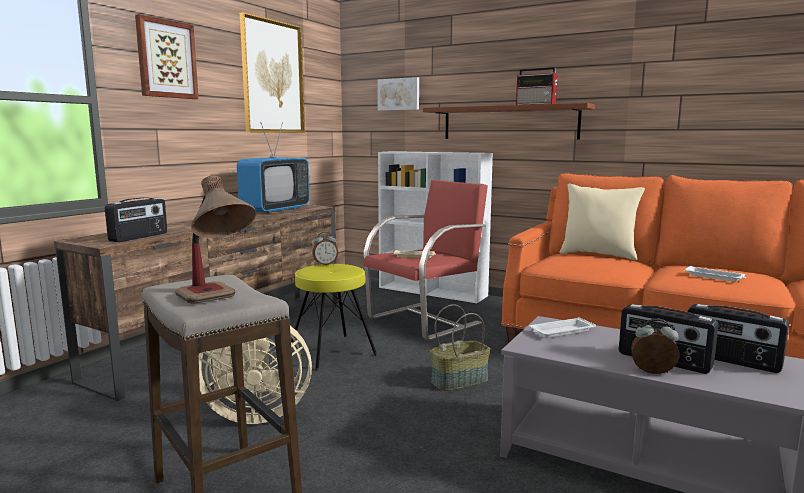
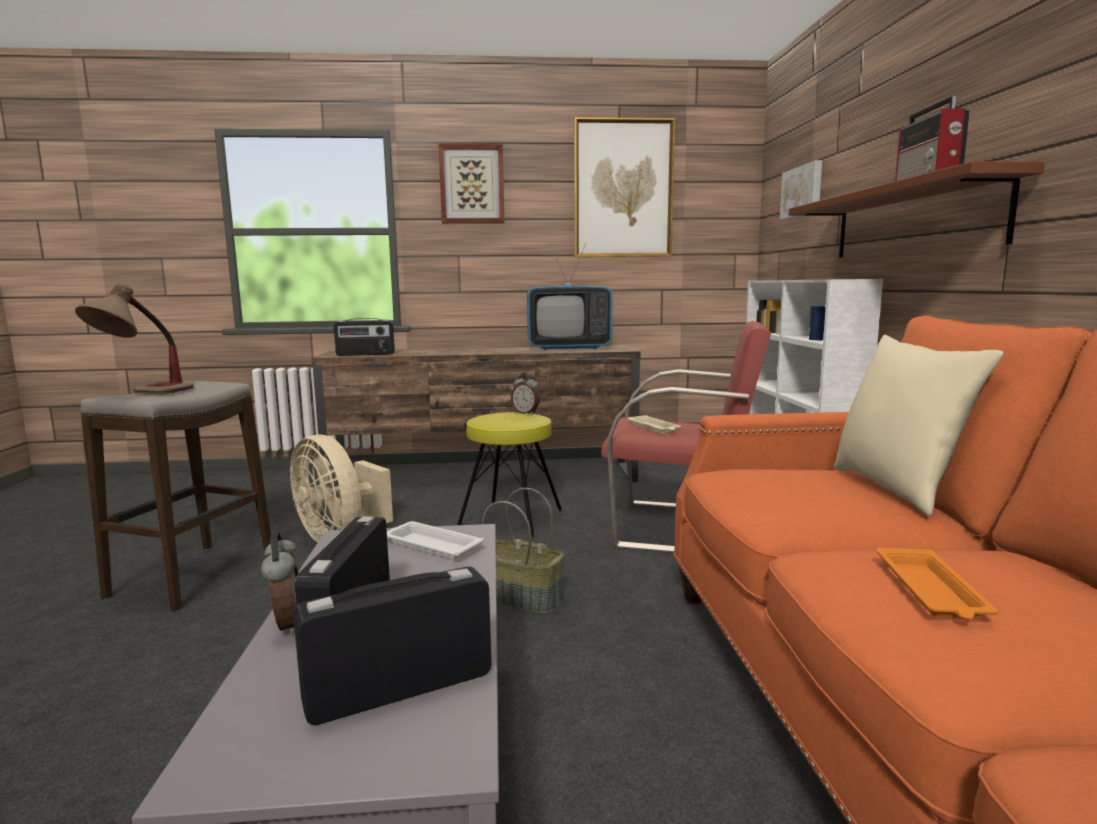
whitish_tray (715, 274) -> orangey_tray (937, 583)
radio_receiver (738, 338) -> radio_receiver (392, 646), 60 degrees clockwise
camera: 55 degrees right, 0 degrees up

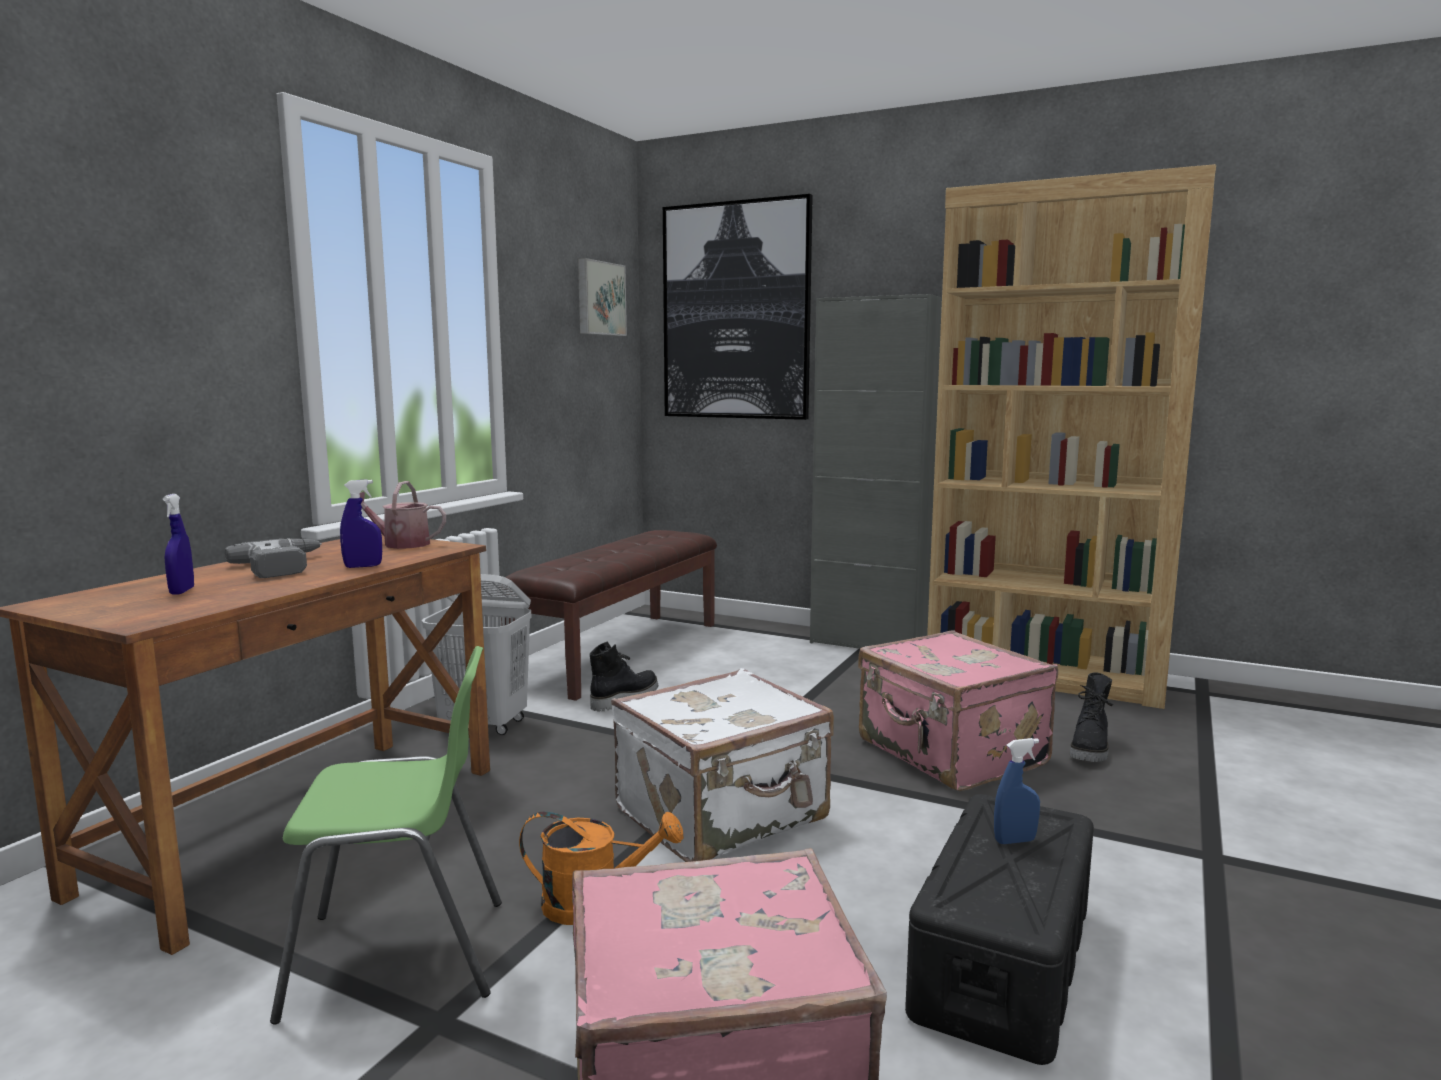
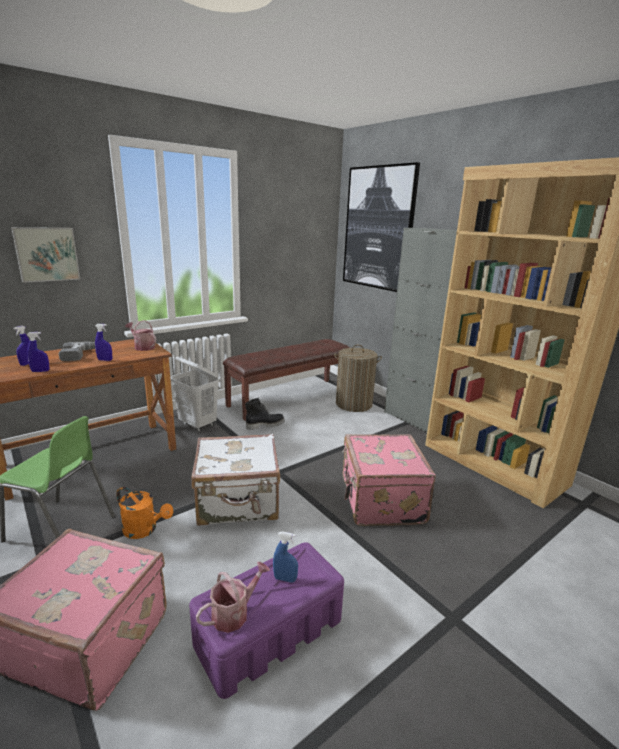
wall_picture (602, 297) -> wall_picture (45, 255), move
blackish_storage_box (999, 929) -> purplish_storage_box (266, 620)
blackish_high-top_boot (1091, 717) -> none
none -> bluish_sprayer (37, 352)
none -> watering_pot (233, 597)
none -> hamper (358, 378)
camera: 25 degrees right, 10 degrees up

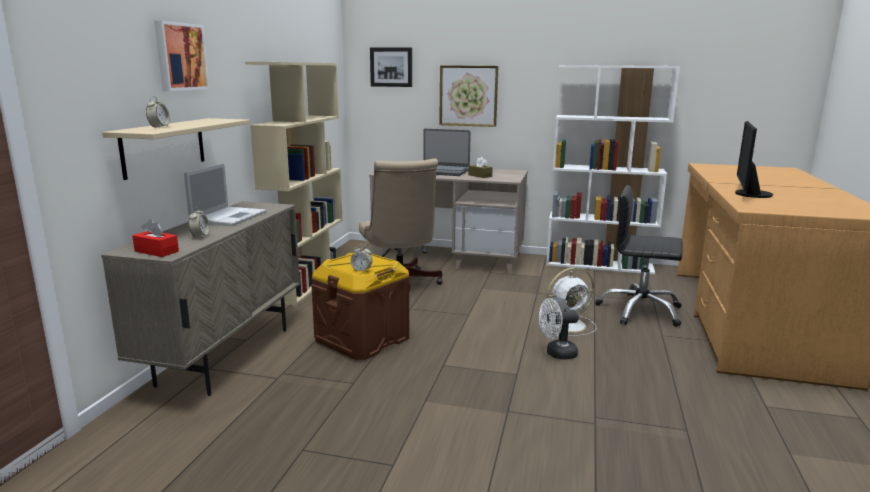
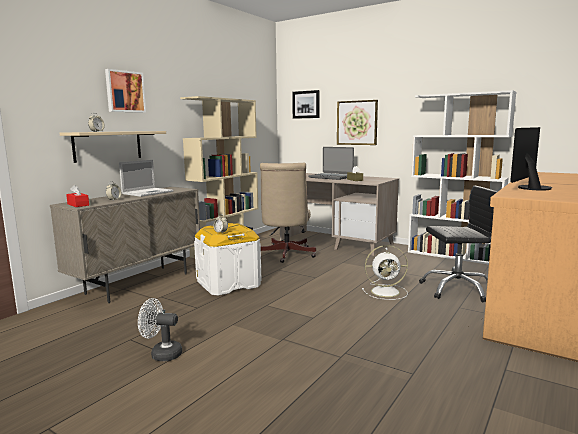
brown_storage_box (360, 306) -> whitish_storage_box (228, 259)
whitish_fan (559, 329) -> whitish_fan (160, 329), move
blackish_office_chair (639, 256) -> blackish_office_chair (458, 244), 135 degrees clockwise
camera: 20 degrees right, 5 degrees down

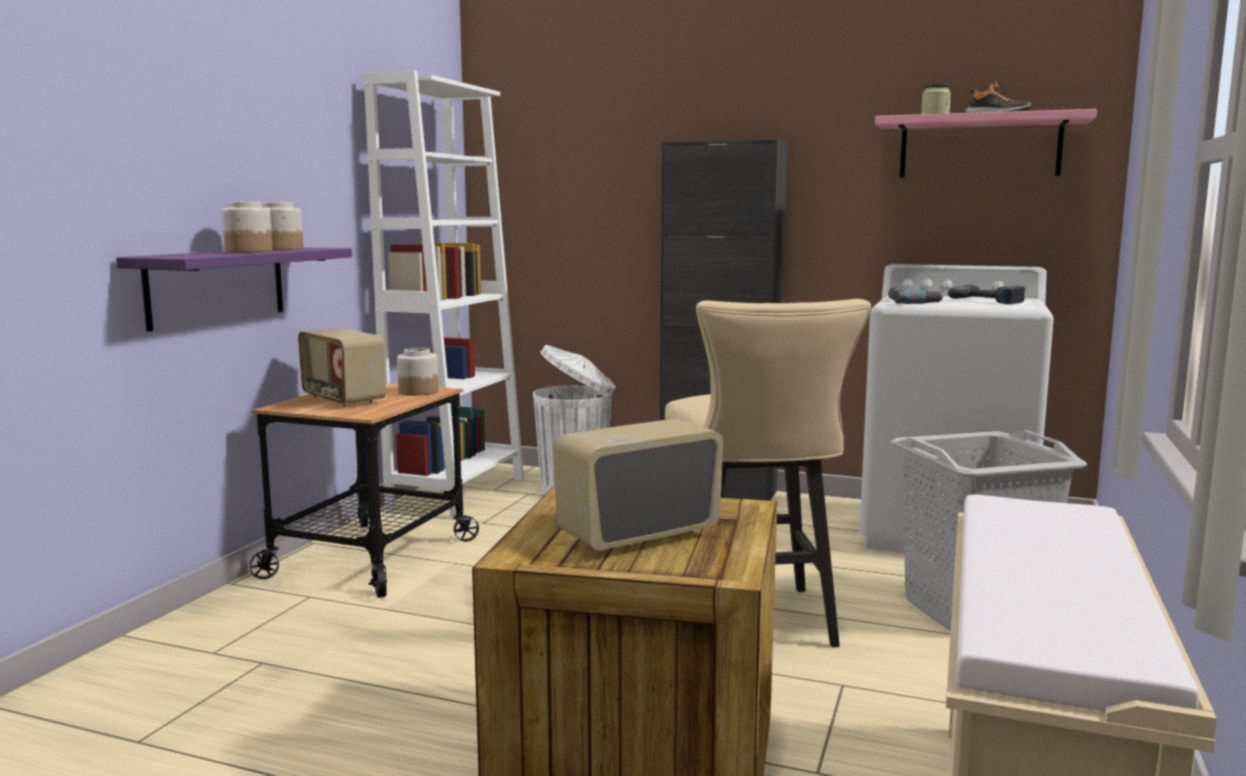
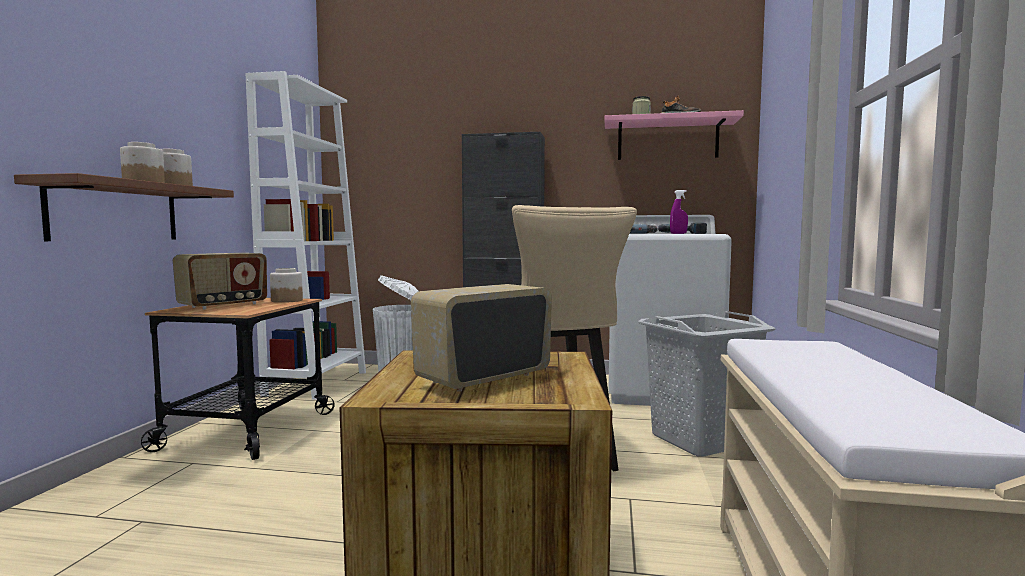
purplish_shelf (234, 289) -> brown_shelf (124, 207)
radio_receiver (342, 367) -> radio_receiver (220, 281), 90 degrees counterclockwise
none -> purplish_sprayer (679, 212)
camera: 10 degrees left, 5 degrees down

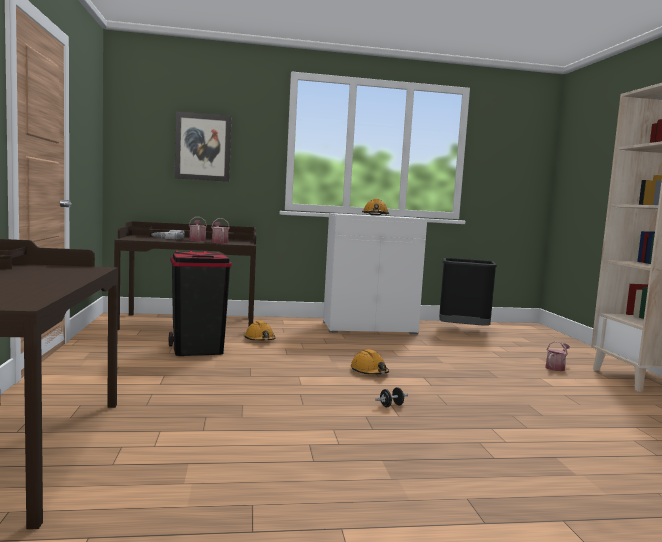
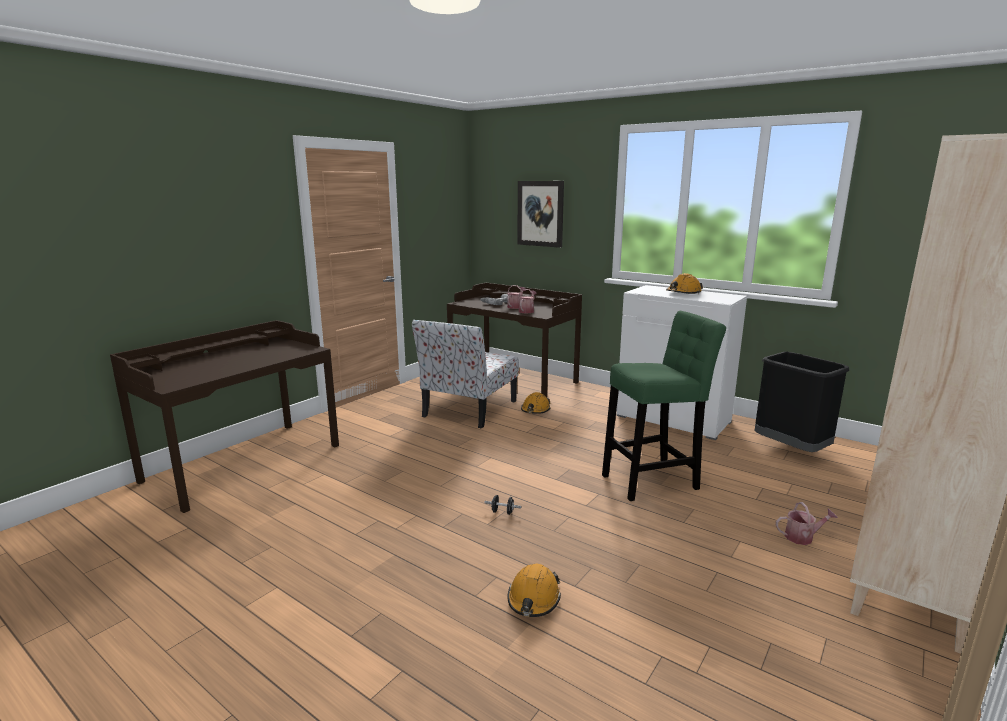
blackish_rubbish_bin (200, 303) -> plain_chair (465, 374)
orangey_work_helmet (370, 361) -> orangey_work_helmet (534, 590), move
none -> green-coloured_stool_seat (664, 406)
camera: 45 degrees right, 10 degrees up

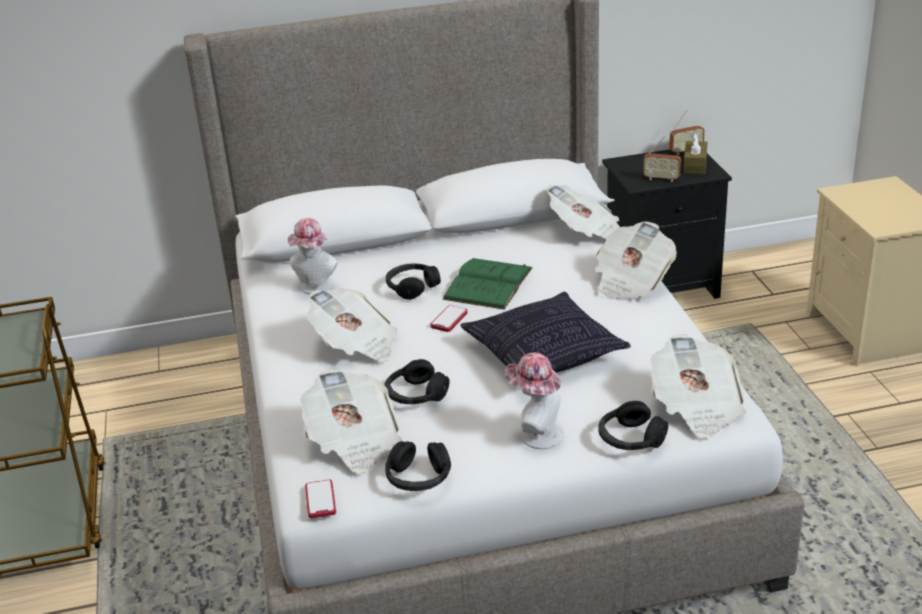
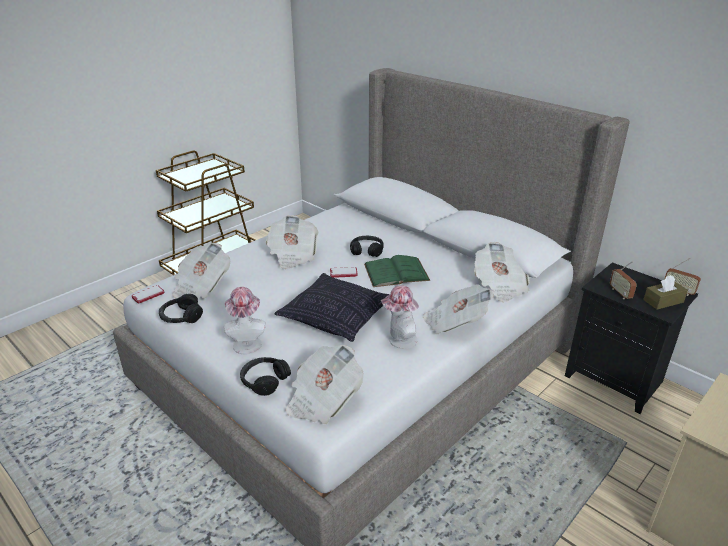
hat (313, 256) -> hat (400, 317), move
blackish_headset (417, 381) -> none
camera: 55 degrees right, 0 degrees up

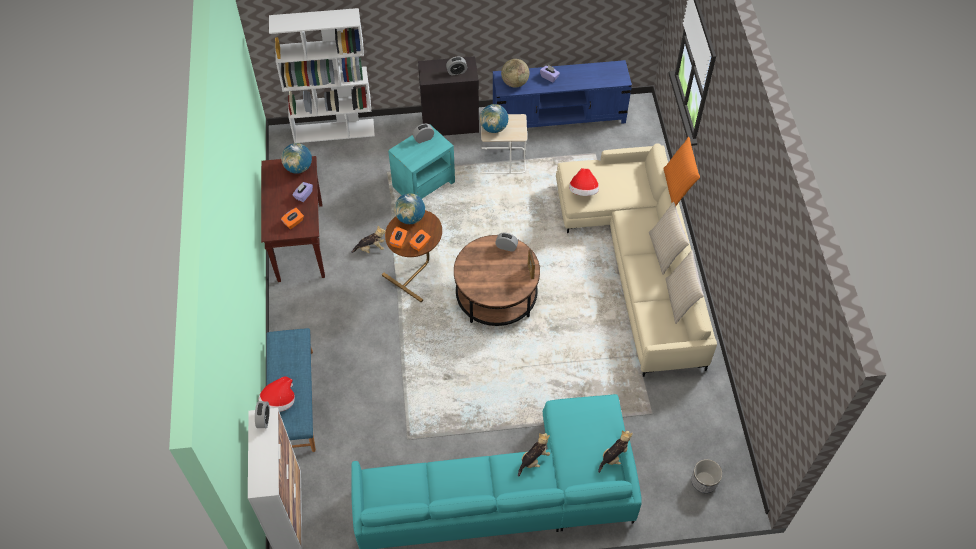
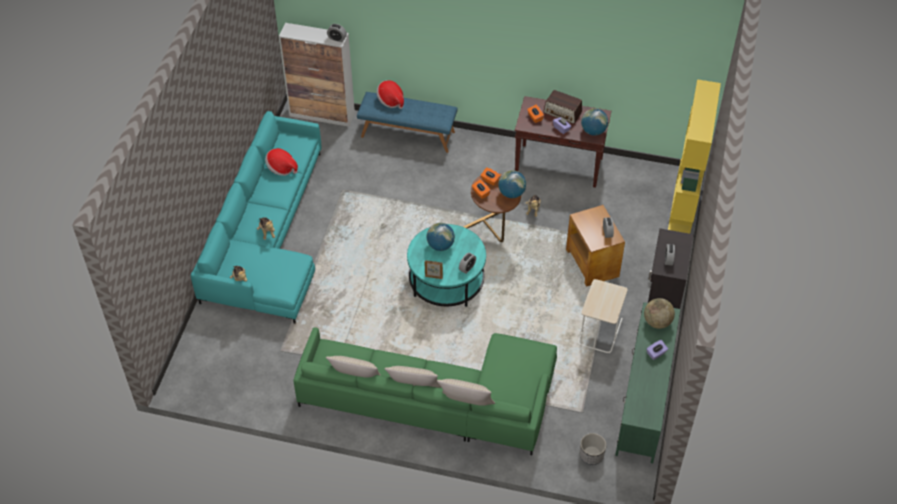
whitish_shelving_unit (322, 75) -> yellowish_shelving_unit (694, 156)
turquoise-coloured_end_table (421, 161) -> brown_end_table (595, 246)
brown_low_table (497, 280) -> turquoise-coloured_low_table (446, 265)
desk_globe (494, 118) -> desk_globe (440, 237), move
bluish_tv_stand (562, 94) -> green-coloured_tv_stand (647, 382)
beige_couch (636, 260) -> green-coloured_couch (425, 391)
hat (584, 182) -> hat (281, 162), move
orangey_throw_pillow (681, 171) -> beige_throw_pillow (466, 392)
flower_pot (706, 476) -> flower_pot (593, 449), move
none -> radio_receiver (563, 107)
camera: 110 degrees right, 5 degrees down

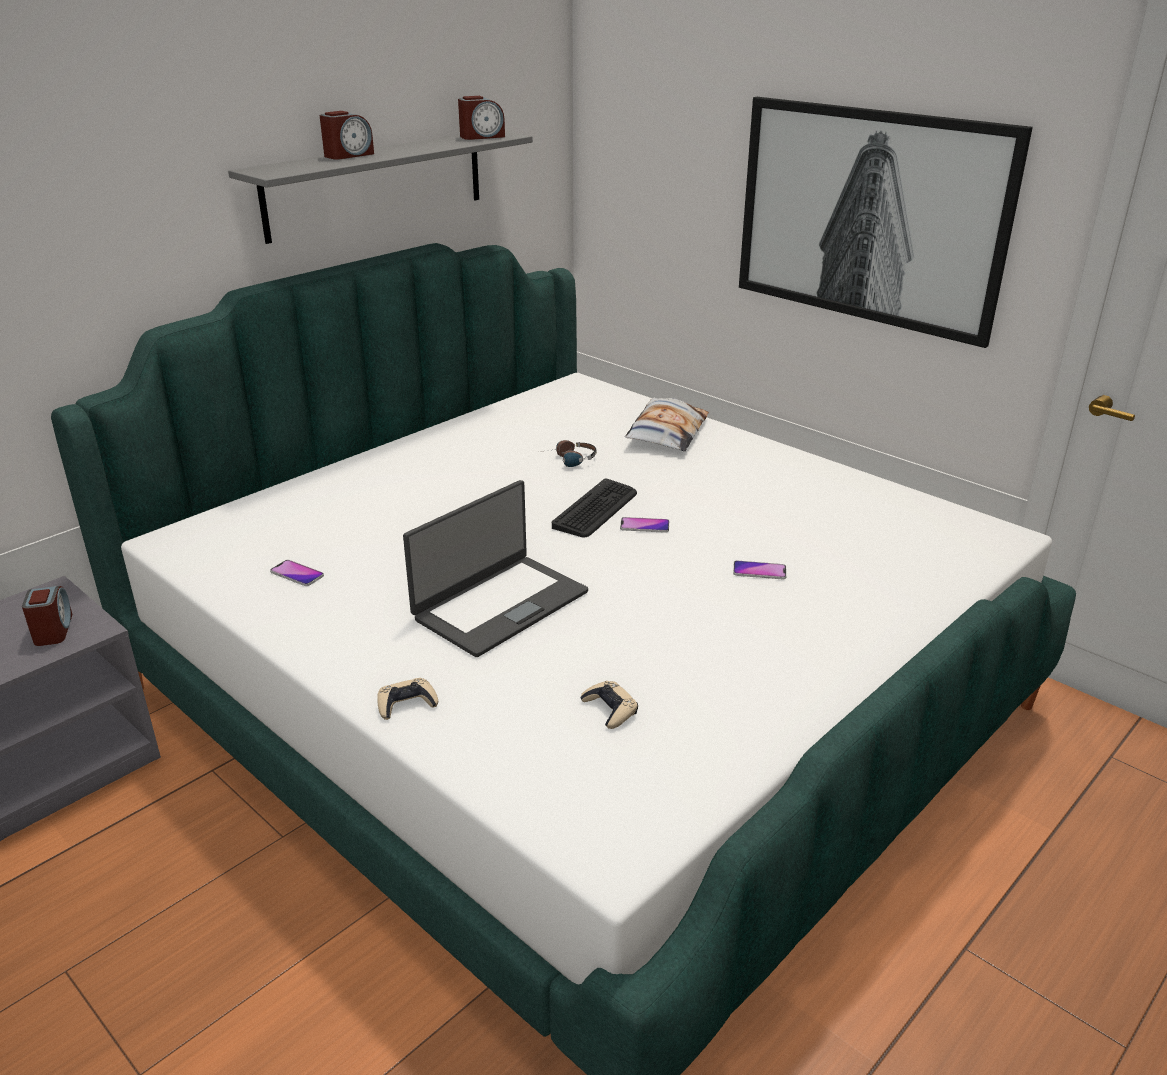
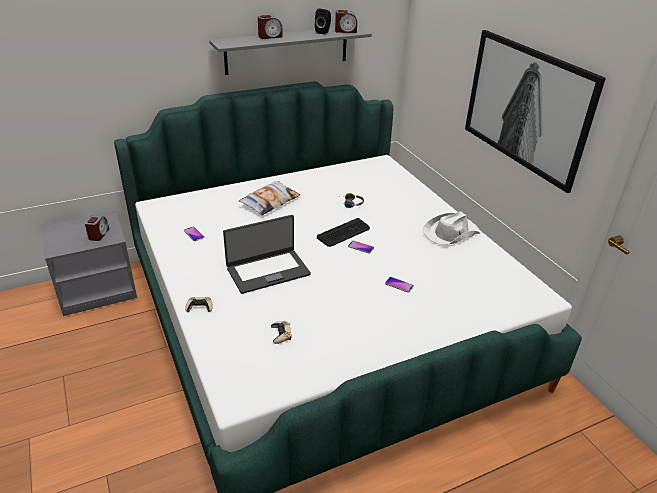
throw_pillow (667, 424) -> throw_pillow (269, 198), move
none -> blackish_audio_speaker (323, 22)
none -> whitish_hat (451, 228)
camera: 20 degrees right, 5 degrees up

